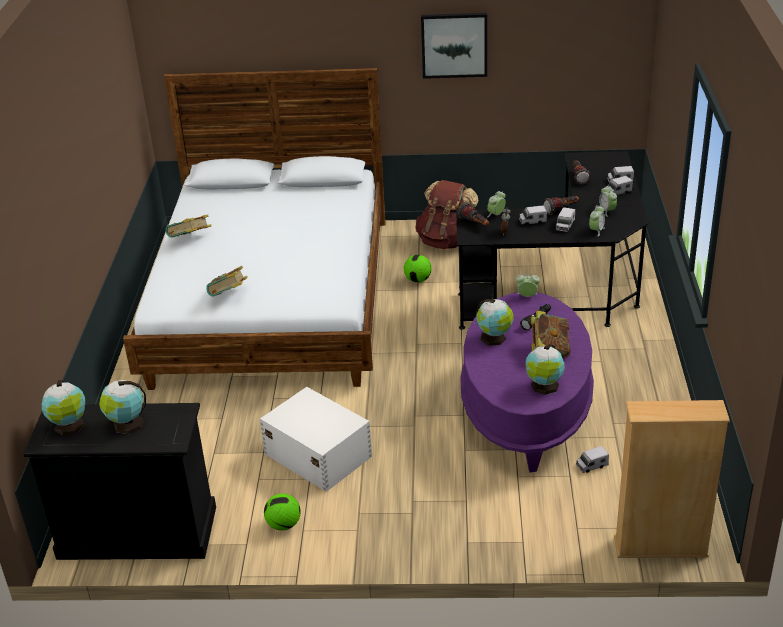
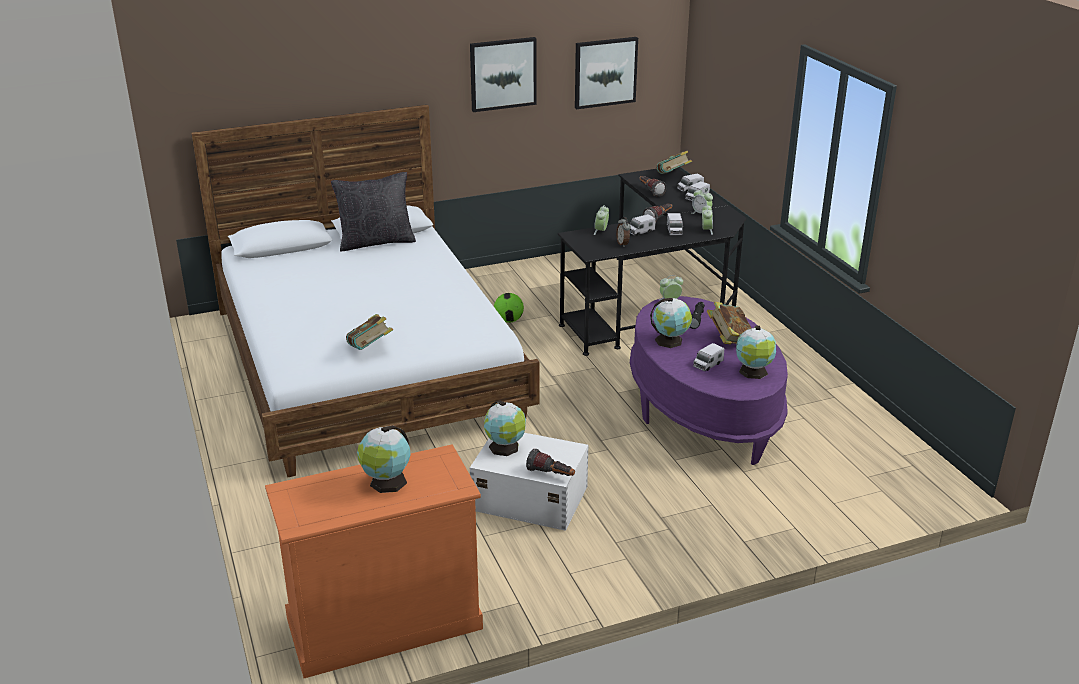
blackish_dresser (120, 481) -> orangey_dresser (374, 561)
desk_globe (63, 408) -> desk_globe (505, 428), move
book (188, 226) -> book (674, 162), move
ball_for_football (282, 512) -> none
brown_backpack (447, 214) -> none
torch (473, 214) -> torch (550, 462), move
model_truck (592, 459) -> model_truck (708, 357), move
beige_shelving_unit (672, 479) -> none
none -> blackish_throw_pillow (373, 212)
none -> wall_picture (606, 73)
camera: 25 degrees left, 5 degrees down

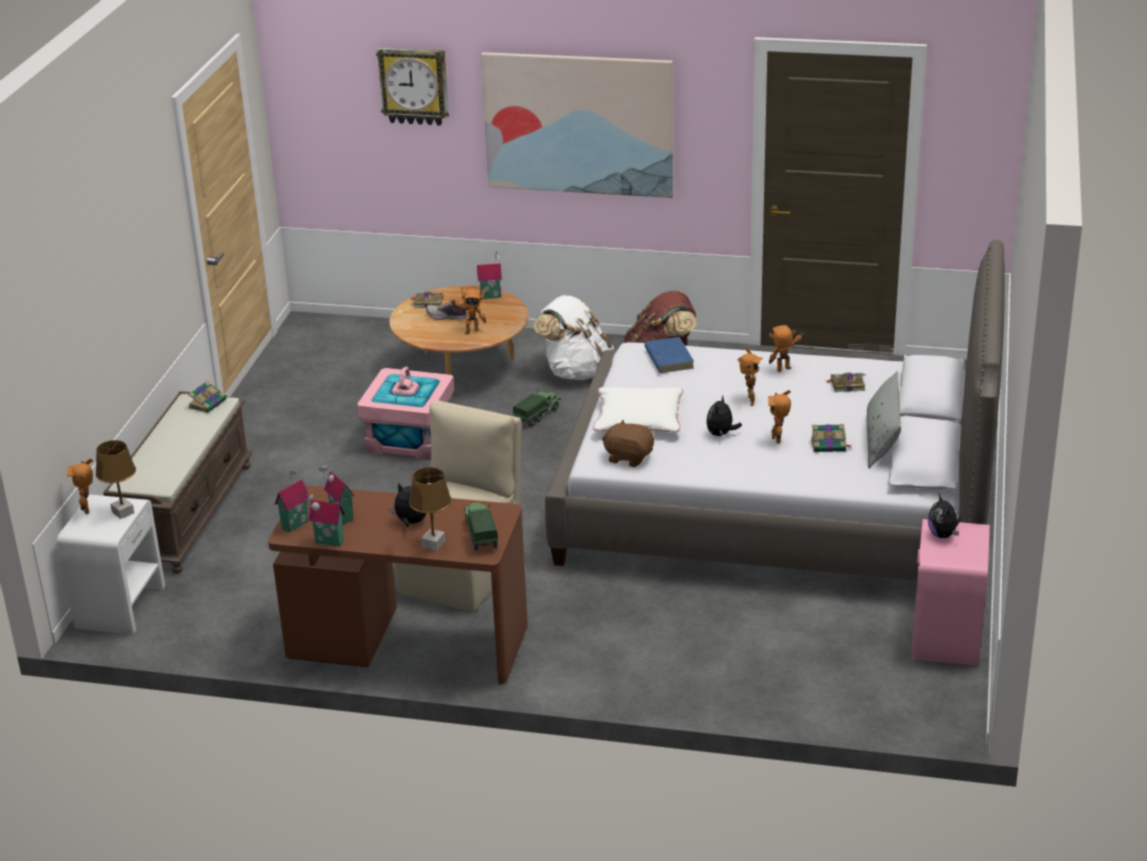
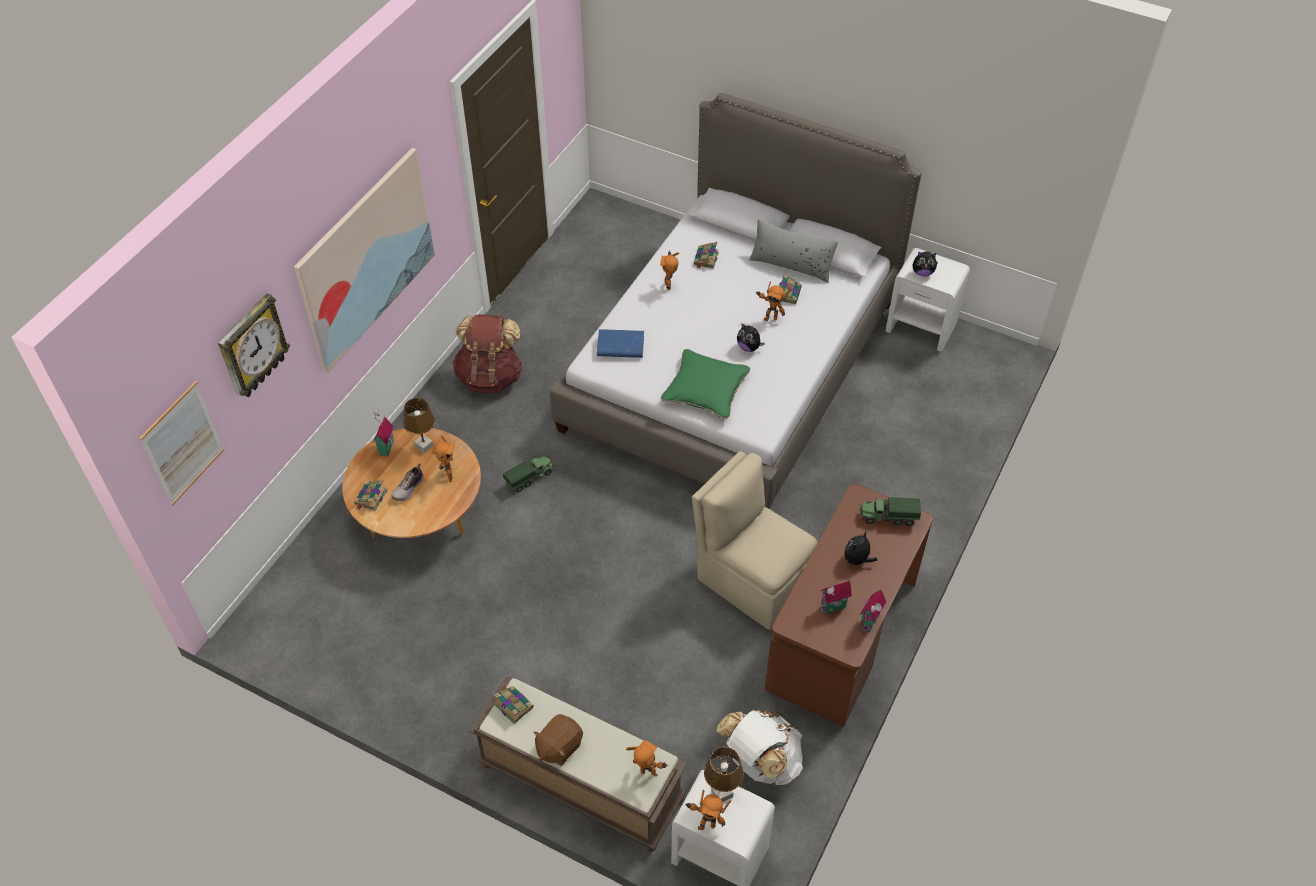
model_house (292, 500) -> none
pink-coloured_storage_box (405, 413) -> none
brown_tabletop_lamp (430, 509) -> brown_tabletop_lamp (419, 425), move
model_truck (537, 409) -> model_truck (529, 474), 90 degrees clockwise
whitish_backpack (573, 337) -> whitish_backpack (760, 747), move
whitish_throw_pillow (638, 409) -> green-coloured_throw_pillow (705, 384)
brown_soft_toy (628, 443) -> brown_soft_toy (558, 740), move
toy_robot (750, 377) -> toy_robot (647, 758), move
pink-coloured_bedside_table (950, 592) -> whitish_bedside_table (927, 300)
none -> wall_picture (182, 443)
camera: 75 degrees left, 20 degrees up

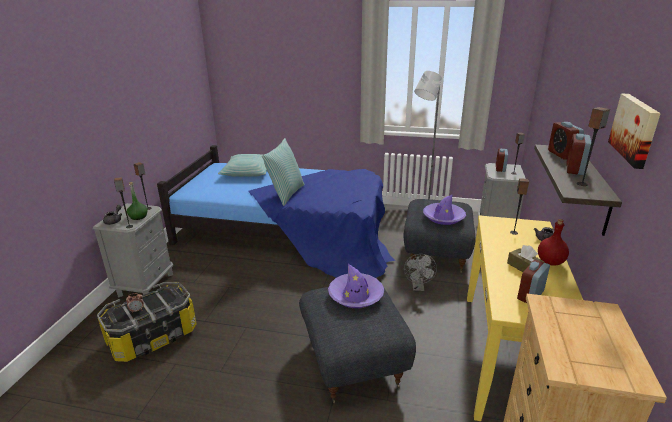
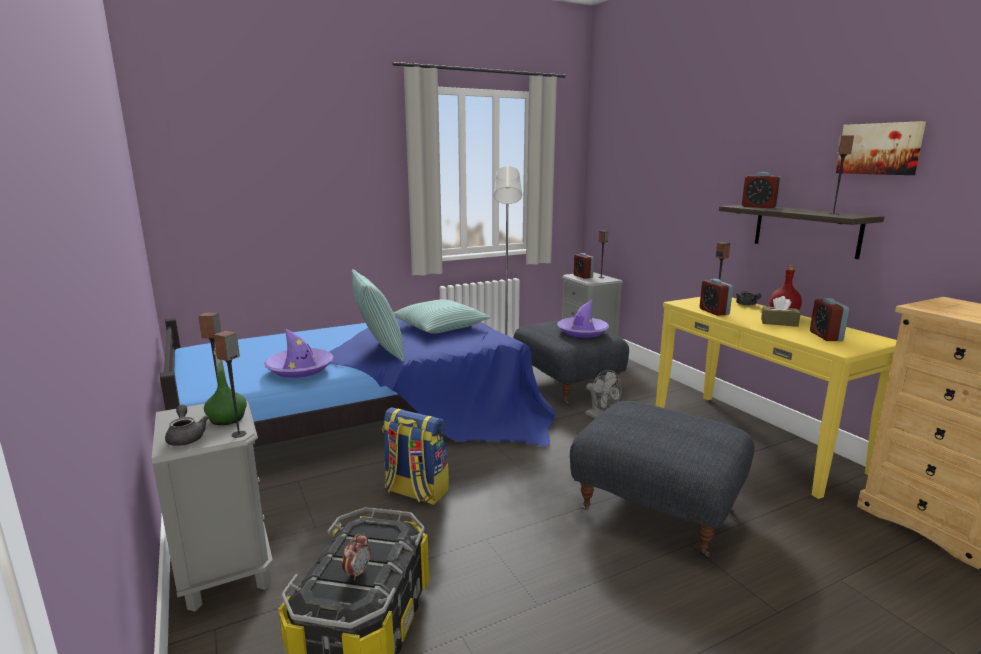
throw_pillow (242, 165) -> throw_pillow (441, 316), move
purplish_hat (356, 286) -> purplish_hat (299, 353), move
table_clock (578, 154) -> table_clock (716, 297), move
none -> backpack (415, 456)
camera: 40 degrees left, 10 degrees down

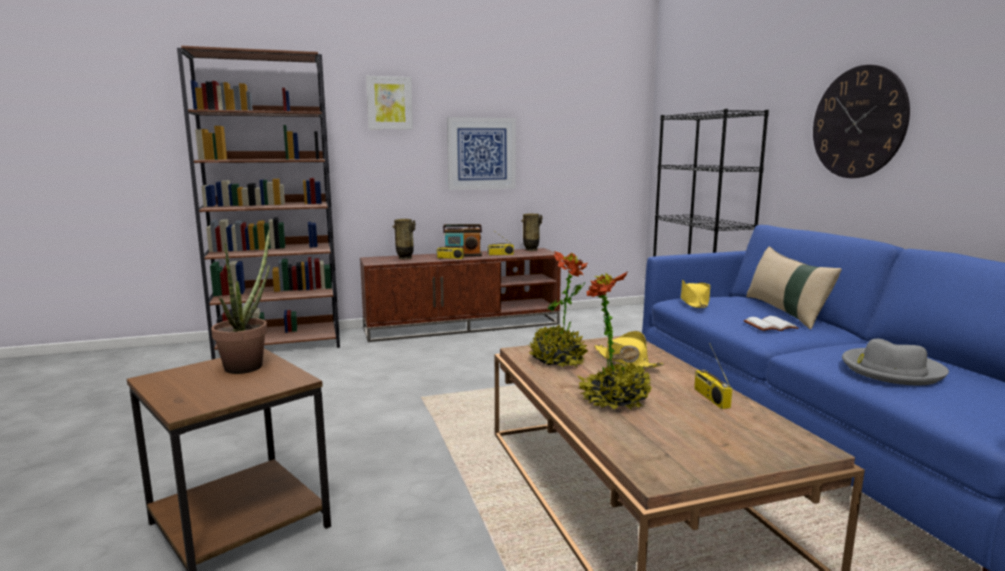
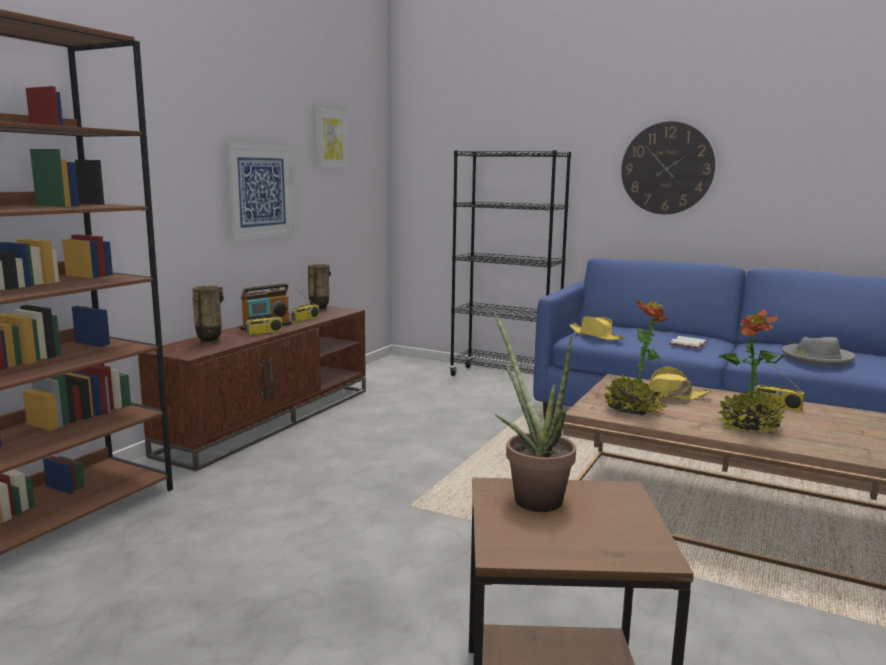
wall_picture (389, 103) -> wall_picture (331, 138), move
beige_throw_pillow (794, 288) -> none
camera: 45 degrees left, 0 degrees up

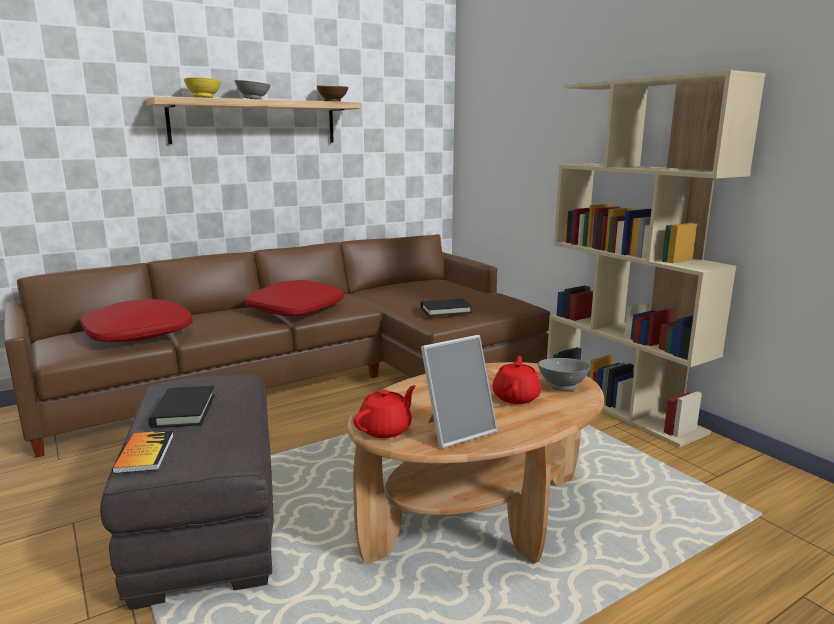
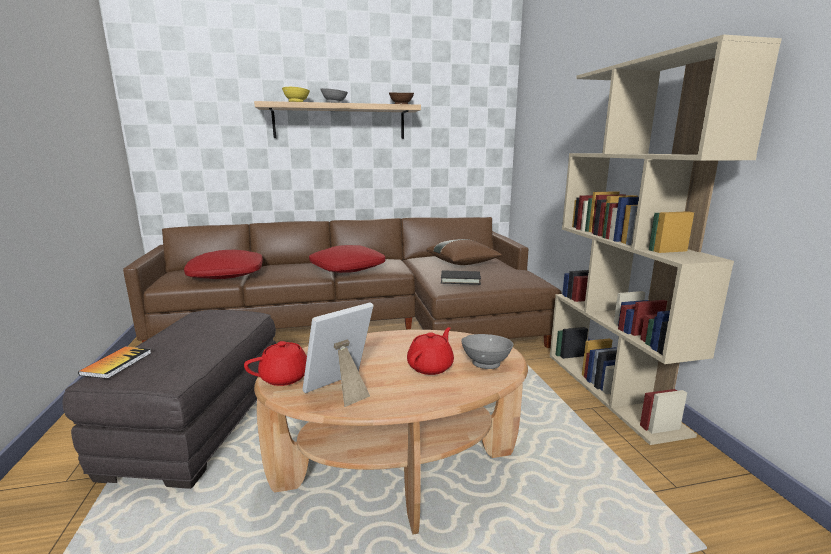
blackish_book (181, 407) -> none
standing_frame (459, 391) -> standing_frame (338, 355), 150 degrees clockwise
none -> brown_throw_pillow (464, 252)
camera: 20 degrees right, 0 degrees up

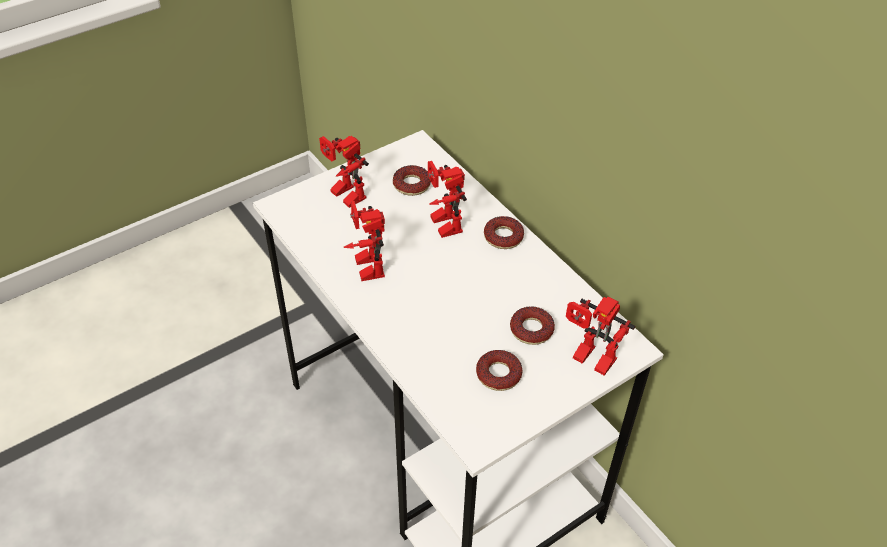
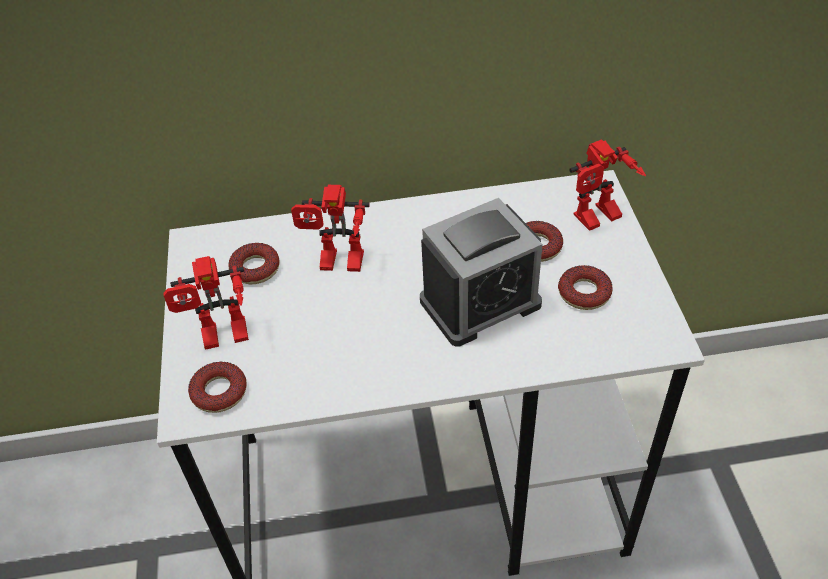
toy_robot (364, 241) -> none
doughnut (504, 232) -> doughnut (217, 387), move
none -> table_clock (481, 272)
camera: 60 degrees left, 0 degrees up

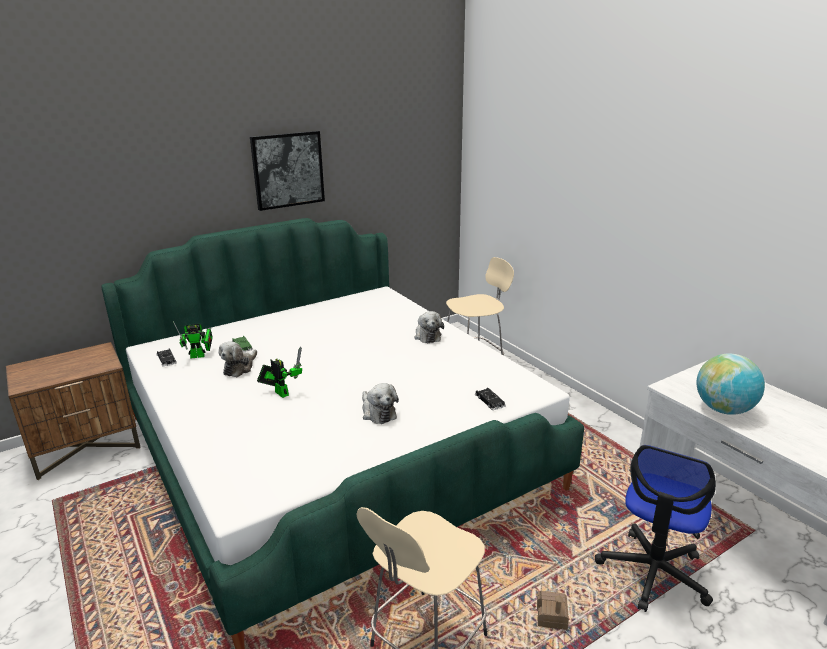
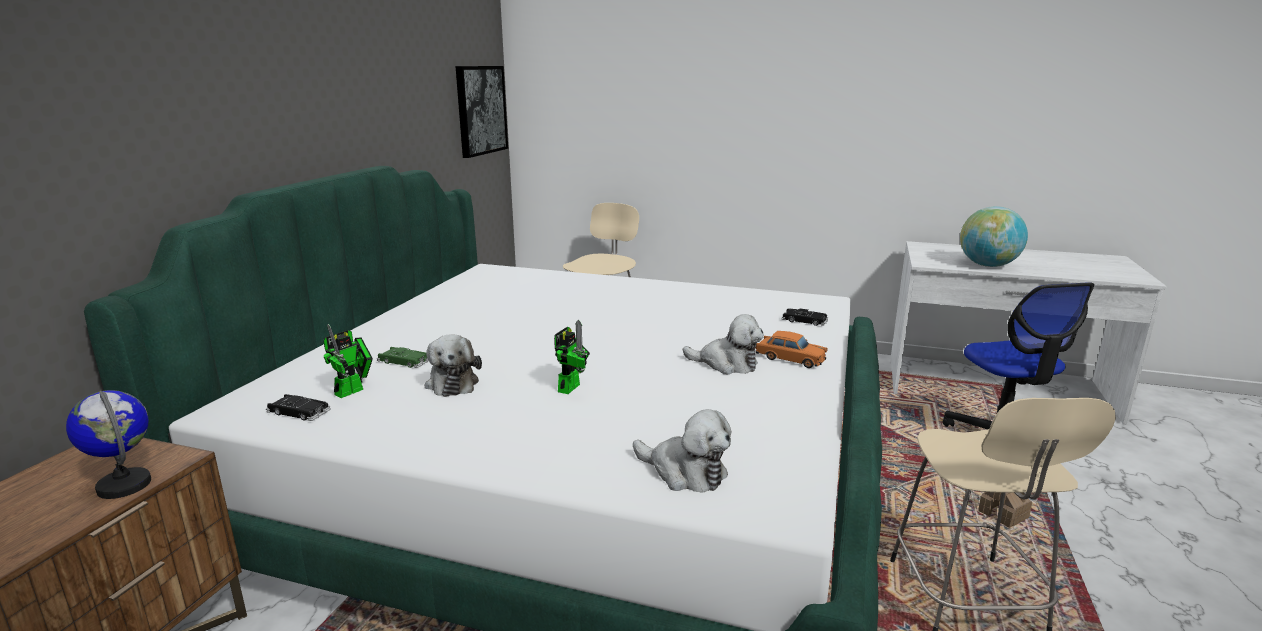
wall_picture (287, 171) -> wall_picture (482, 112), move
toy_robot (279, 372) -> toy_robot (572, 357), 105 degrees clockwise
soft_toy (429, 327) -> soft_toy (682, 451), move
none -> desk_globe (108, 444)
none -> orangey_miniature_car (792, 349)
camera: 40 degrees left, 5 degrees down

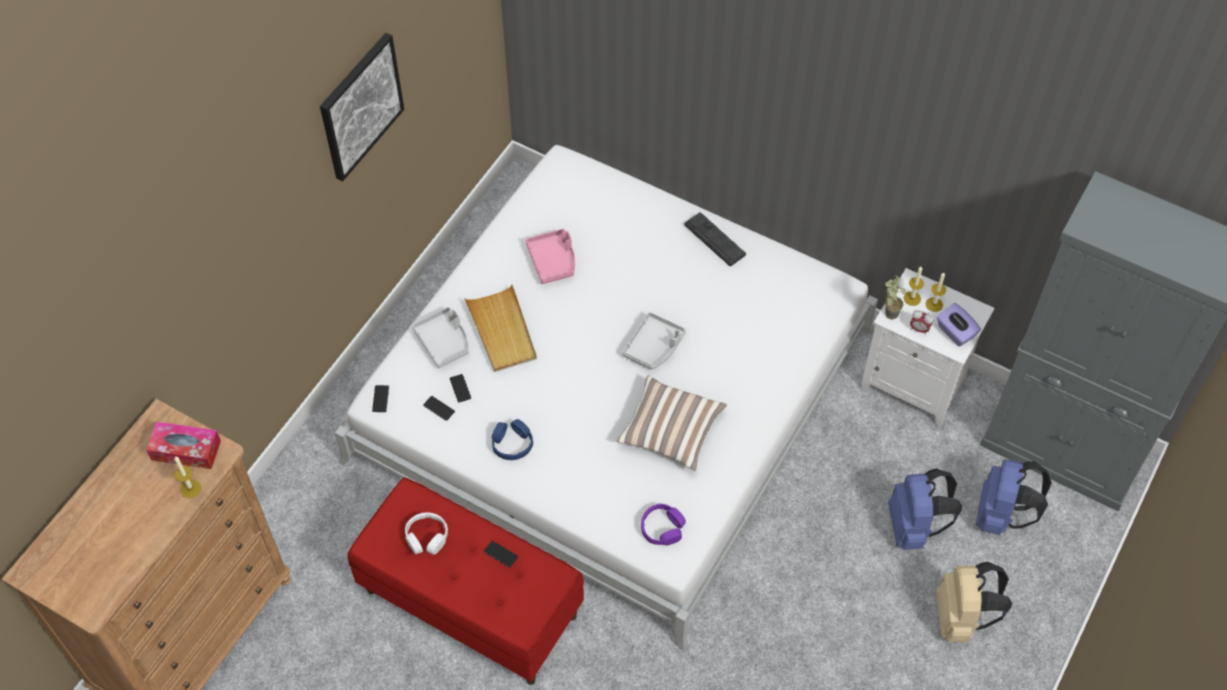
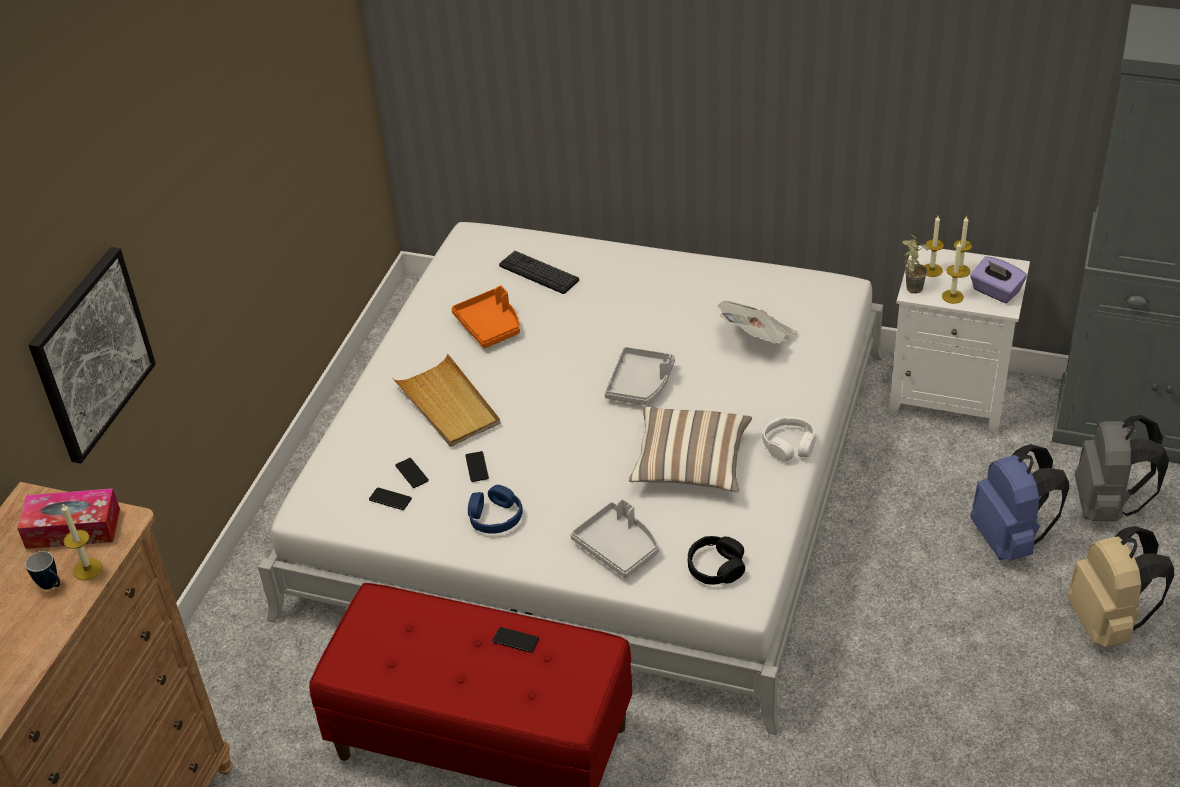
wall_picture (362, 107) -> wall_picture (92, 355), move
phone (380, 398) -> phone (477, 466), move
whitish_headset (426, 533) -> whitish_headset (789, 438), move
grey_tray (440, 337) -> grey_tray (614, 538), move
pink-coloured_tray (550, 256) -> orangey_tray (485, 317)
purplish_headset (663, 524) -> blackish_headset (716, 560)
PC_keyboard (715, 239) -> PC_keyboard (539, 272), move
table_clock (922, 322) -> wax_candle (953, 272)
bluish_backpack (1014, 497) -> grey_backpack (1122, 468)
none -> tea_mug (42, 570)
none -> newspaper (758, 322)
camera: 10 degrees left, 15 degrees down

